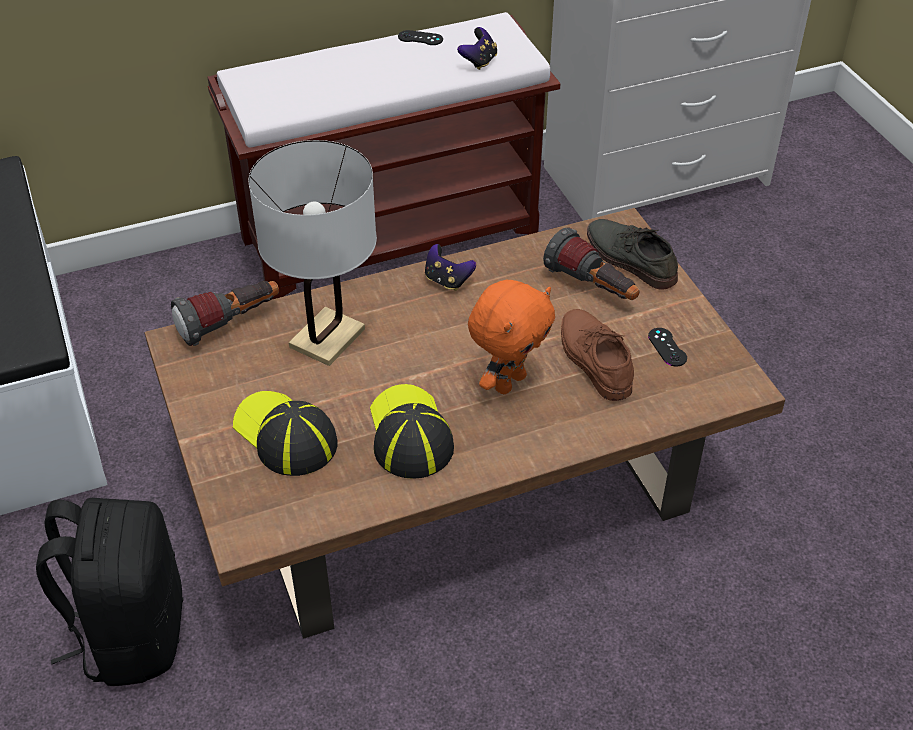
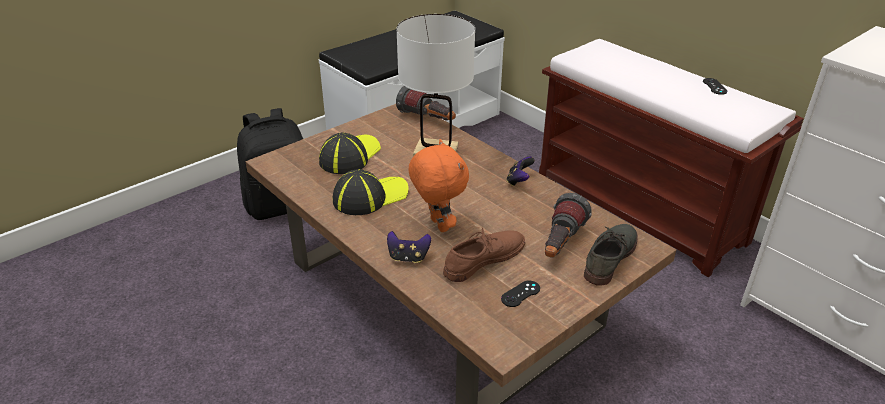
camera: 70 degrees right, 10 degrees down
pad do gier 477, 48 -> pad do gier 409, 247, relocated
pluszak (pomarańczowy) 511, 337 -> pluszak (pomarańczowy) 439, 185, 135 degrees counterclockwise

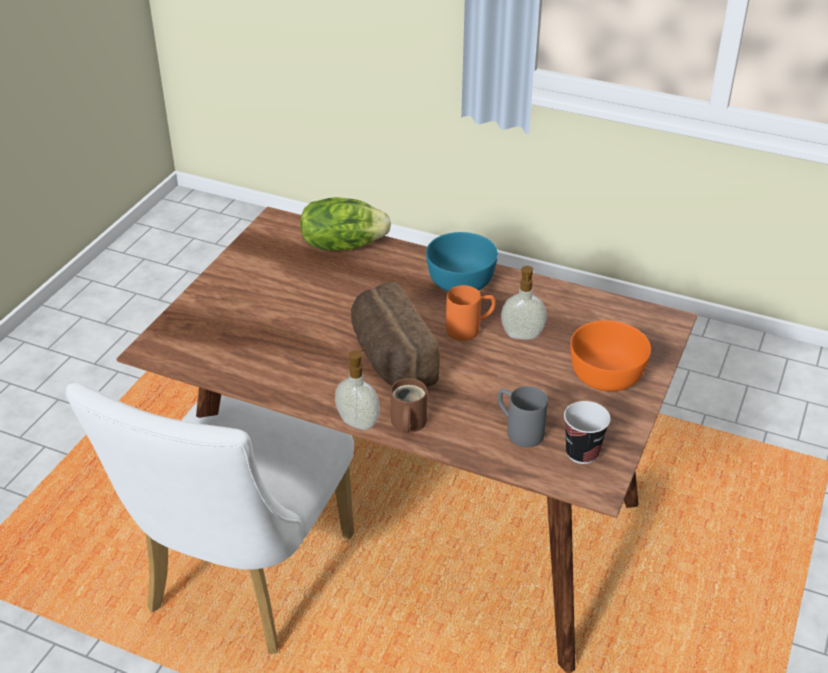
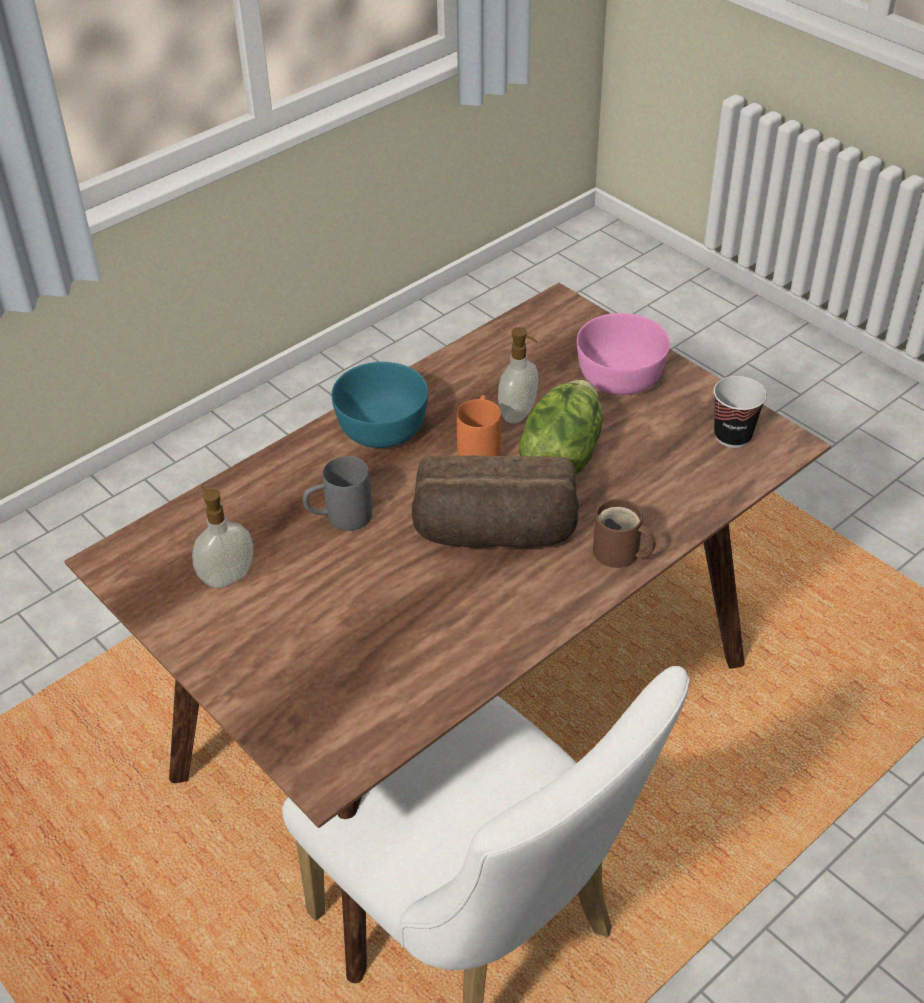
camera: 65 degrees left, 5 degrees up
sałata 345, 224 -> sałata 560, 427, relocated
miska (pomarańczowy) 610, 356 -> miska (różowy) 623, 354
dozownik mydła 357, 389 -> dozownik mydła 222, 536, relocated
kubek (szary) 523, 416 -> kubek (szary) 337, 493, relocated

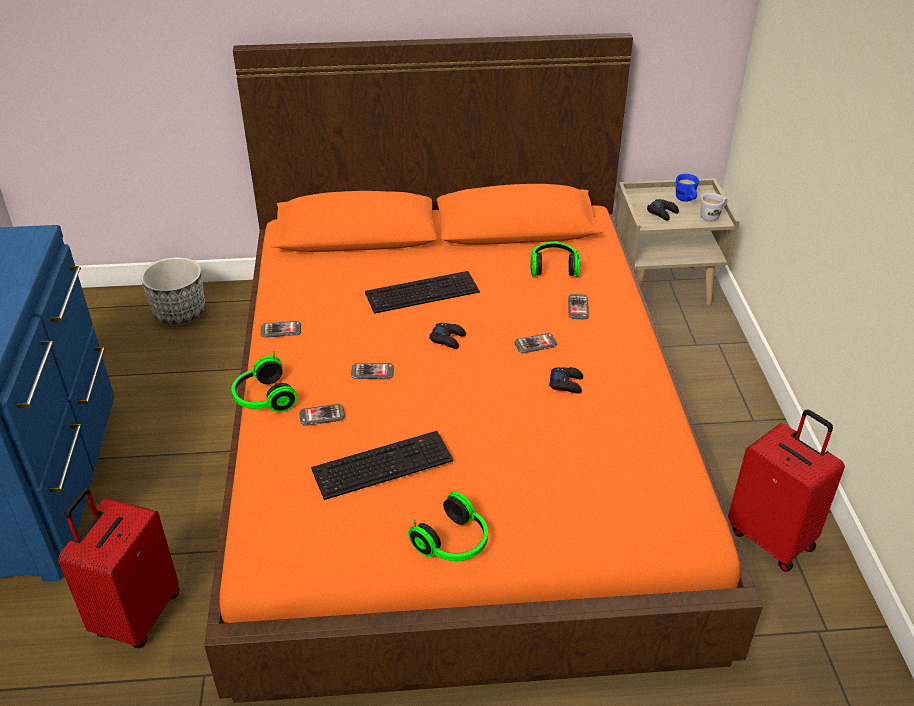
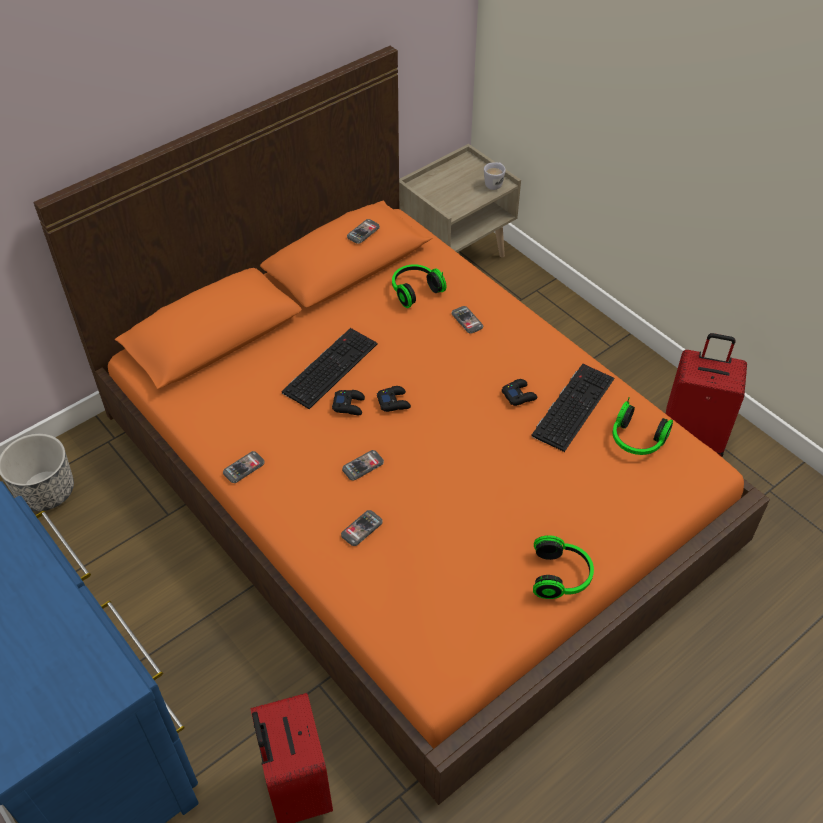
camera: 35 degrees left, 10 degrees up
kubek (niebieski) 687, 188 -> none
pad do gier (czarny) 663, 210 -> pad do gier (czarny) 348, 402, relocated
telefon 536, 343 -> telefon 363, 231, relocated
słuchawki 264, 381 -> słuchawki 643, 426, relocated
klawiatura 382, 465 -> klawiatura 572, 408, relocated

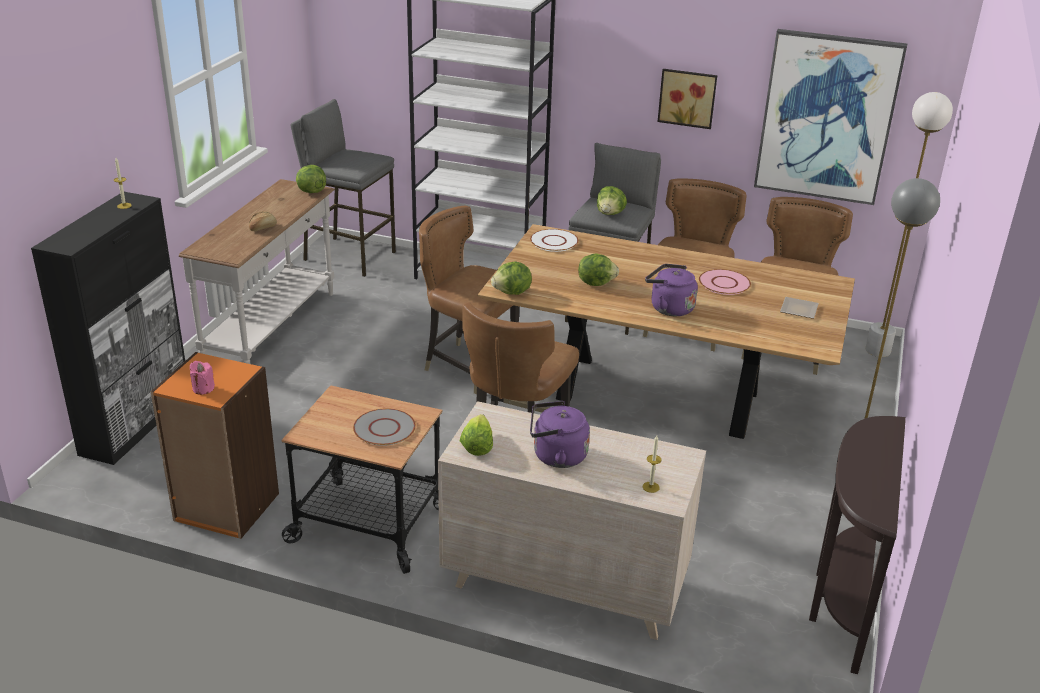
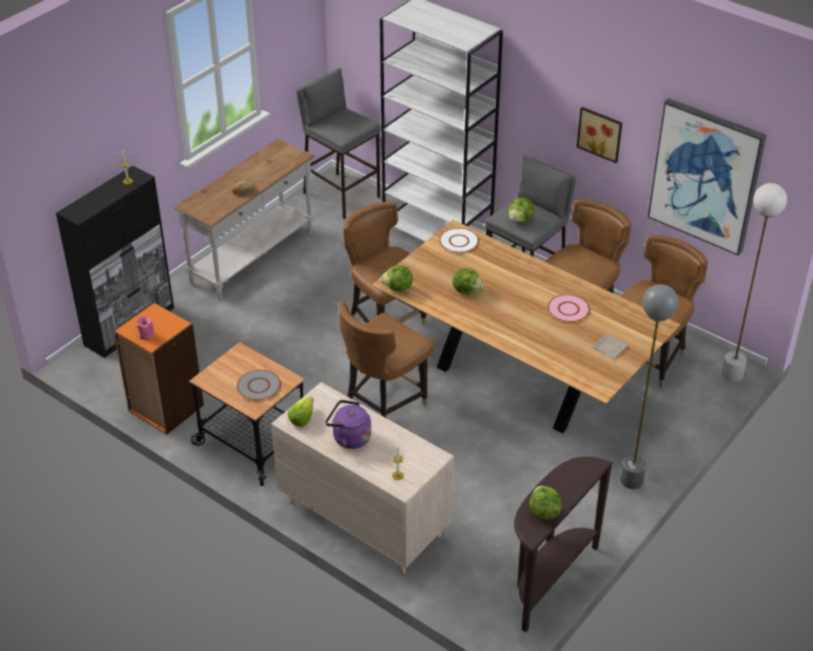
camera: 20 degrees right, 10 degrees up
sałata 311, 179 -> sałata 545, 503, relocated
czajnik (fioletowy) 671, 290 -> none

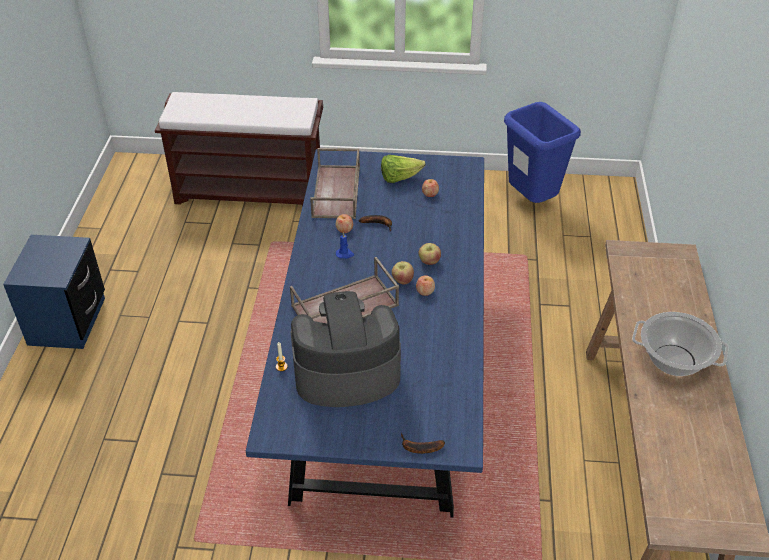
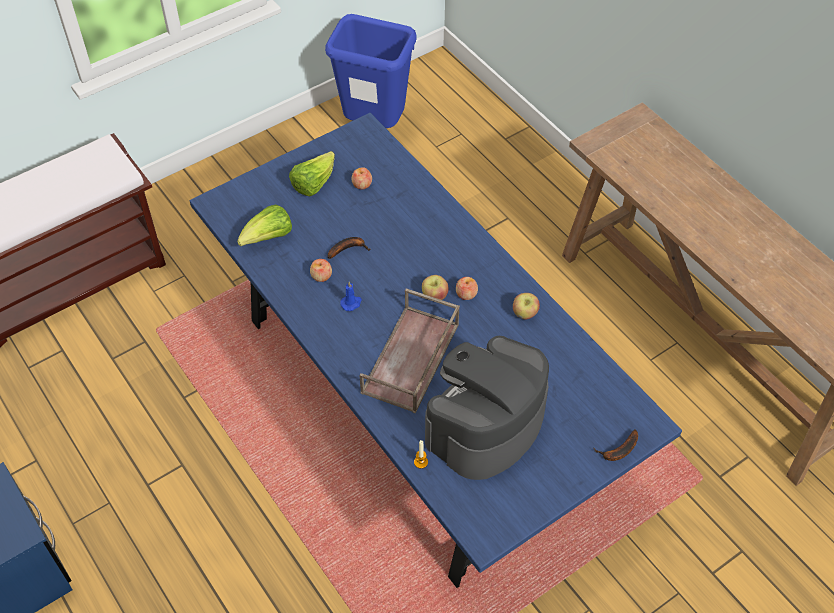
camera: 40 degrees left, 10 degrees up
taca (brązowy) 335, 183 -> sałata 264, 225
jabłko 429, 254 -> jabłko 526, 306, relocated
garnek 680, 344 -> none

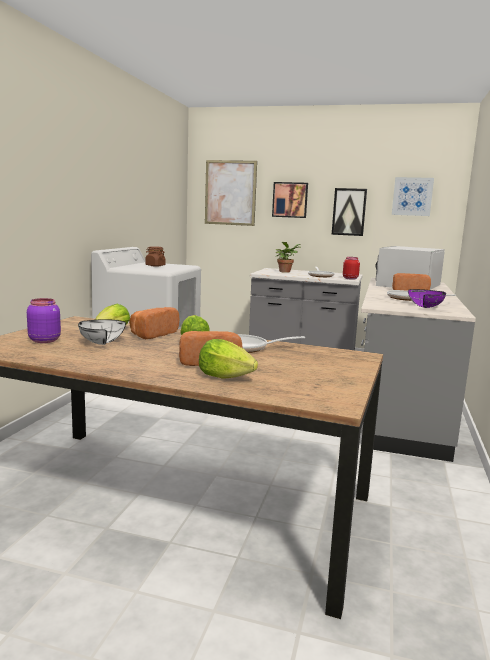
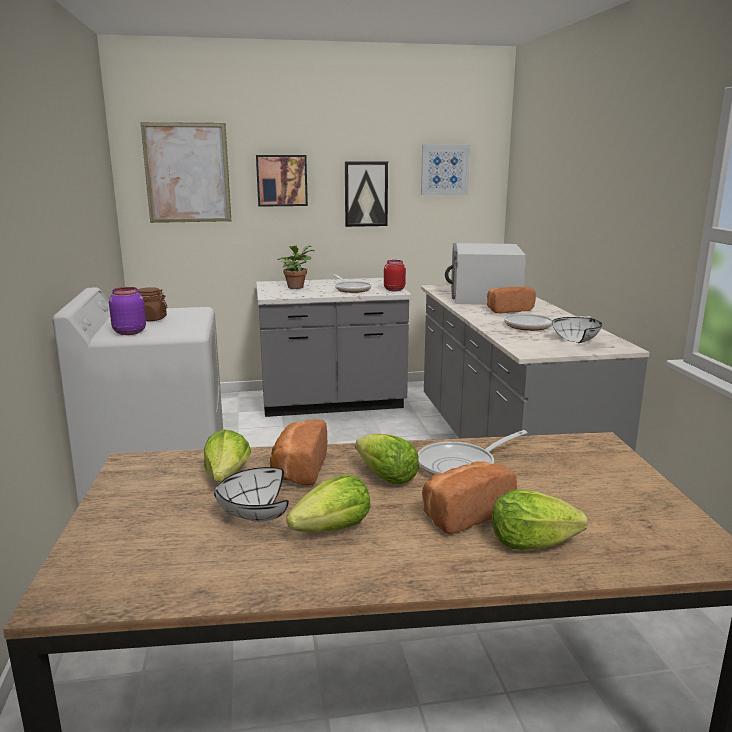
camera: 25 degrees left, 5 degrees up
miska (fioletowy) 427, 298 -> miska (biały) 577, 330
słoik (fioletowy) 44, 320 -> słoik (fioletowy) 127, 311, relocated
none -> sałata 328, 504

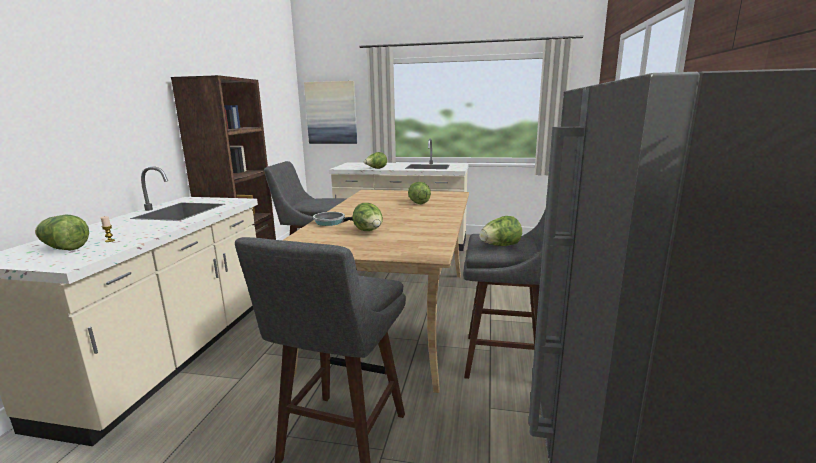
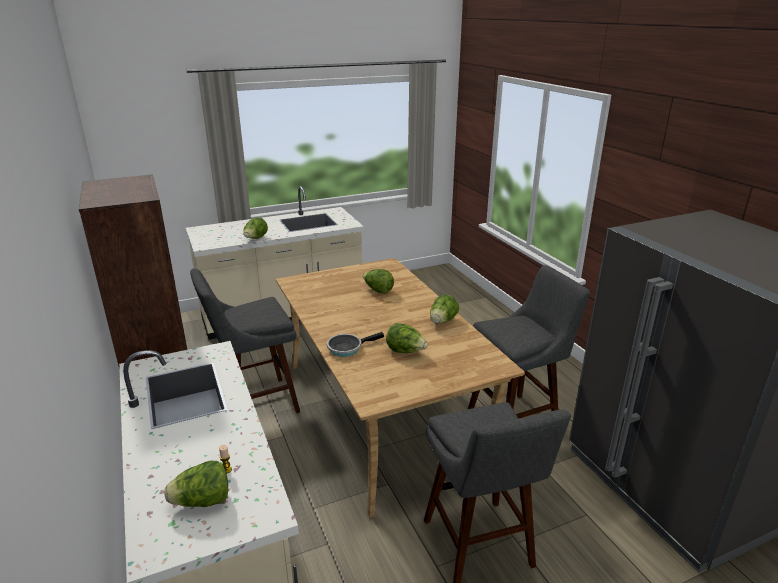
camera: 35 degrees left, 10 degrees up
obraz 330, 112 -> none
sałata 500, 231 -> sałata 444, 309, relocated

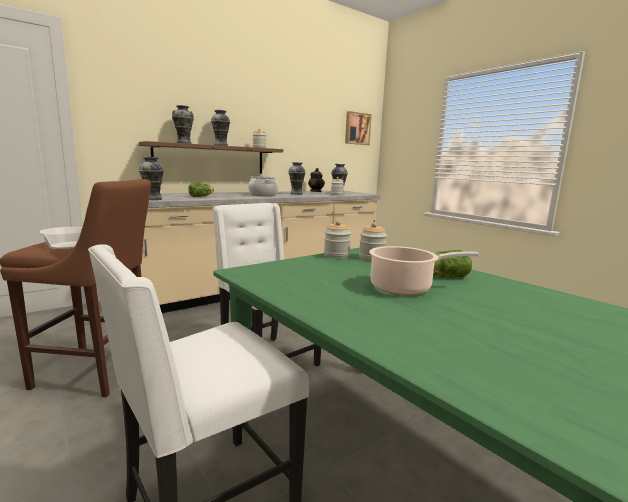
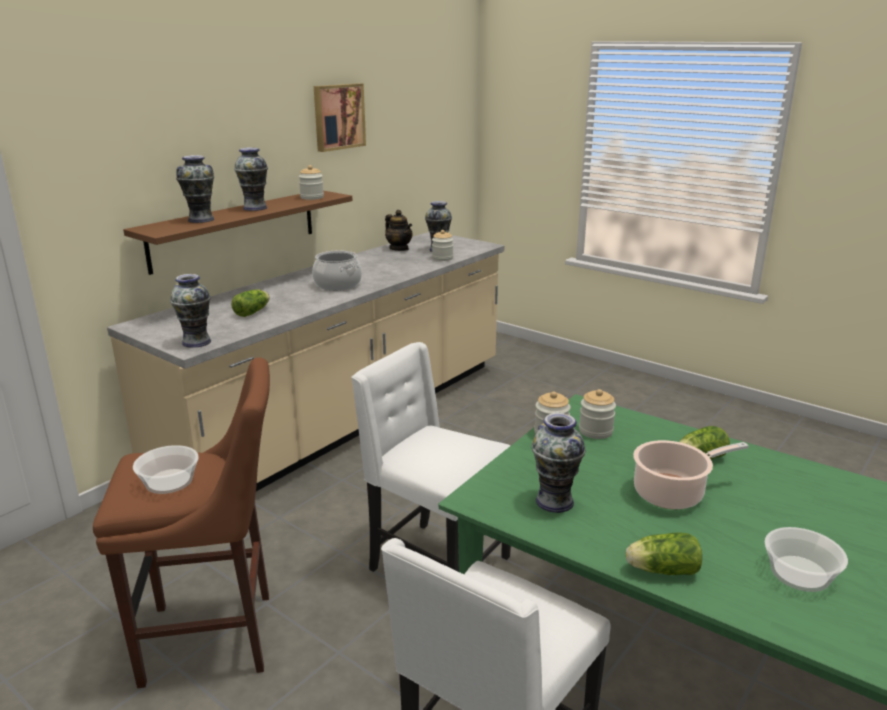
camera: 15 degrees left, 10 degrees up
obraz 358, 128 -> obraz 340, 117, relocated
wazon 297, 178 -> wazon 559, 463, relocated
none -> miska 806, 559
none -> sałata 664, 553

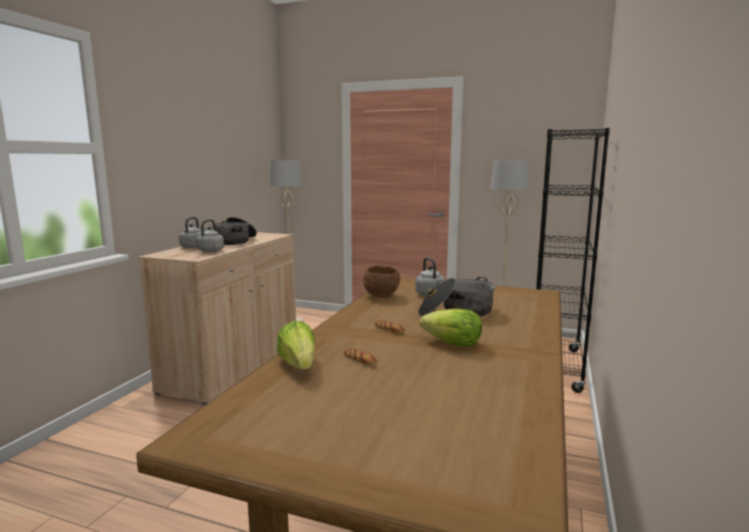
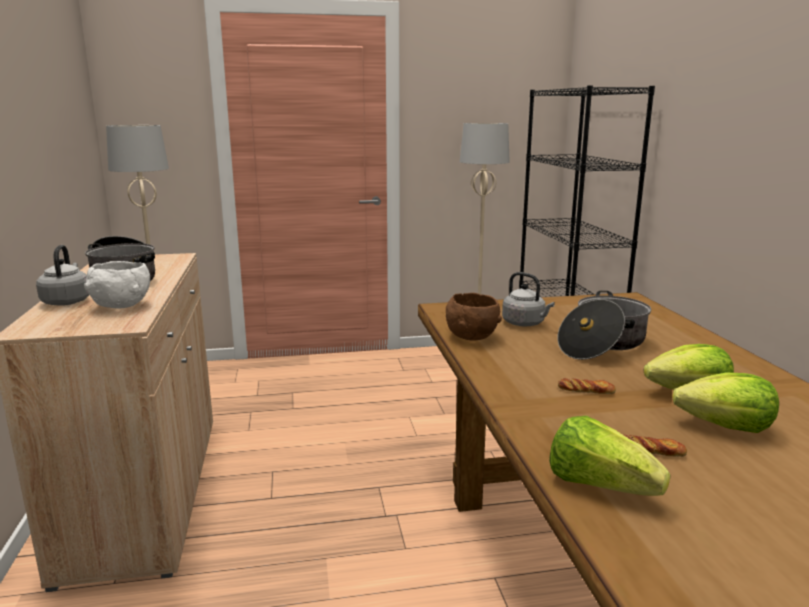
camera: 30 degrees left, 5 degrees up
czajnik (szary) 208, 235 -> miska (biały) 117, 285
none -> sałata 725, 403

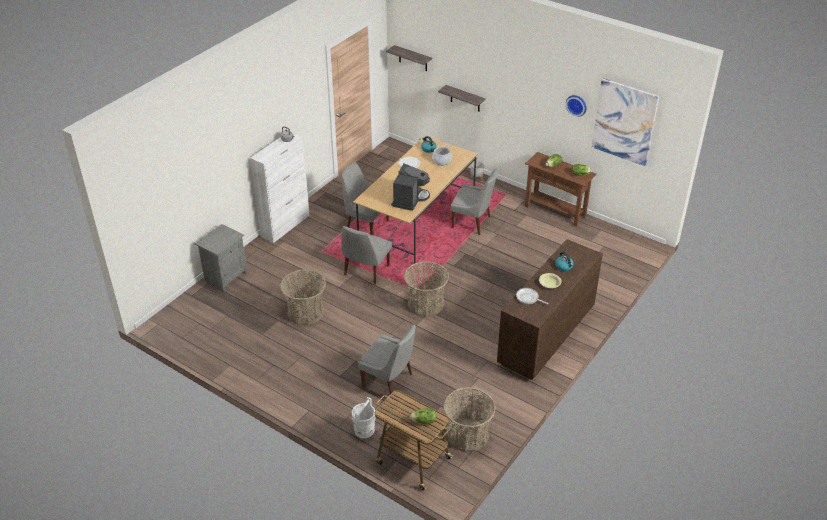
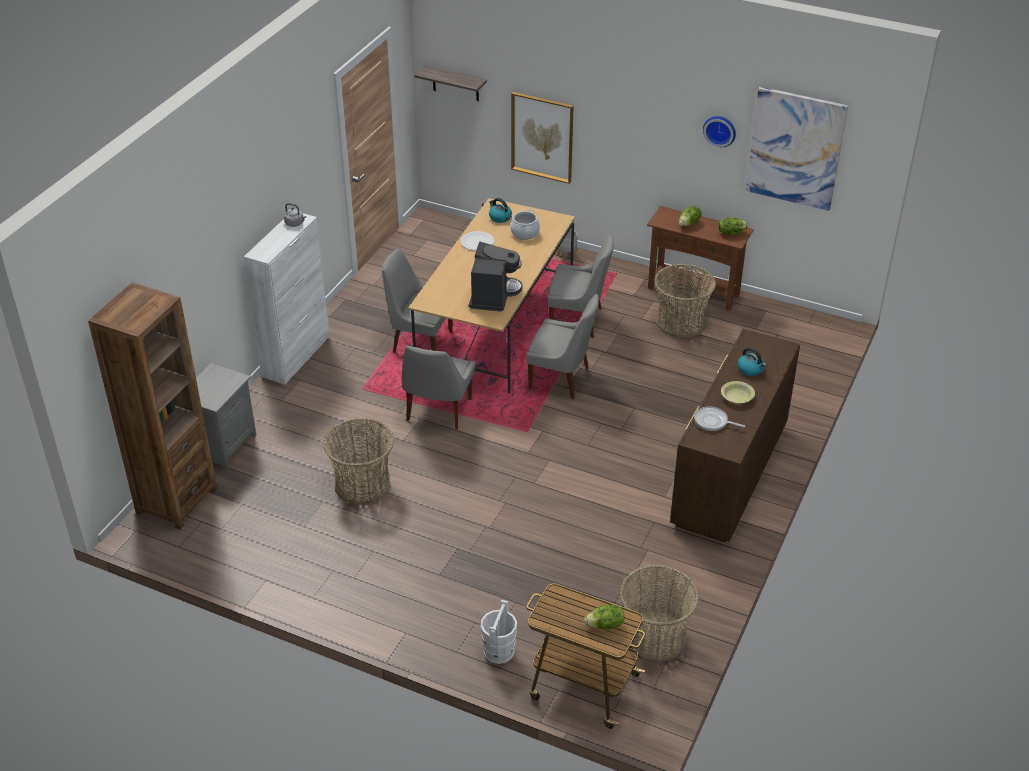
camera: 10 degrees left, 0 degrees up
półka 462, 98 -> obraz 542, 138
koszyk 426, 289 -> koszyk 685, 301, relocated
krzesło (szary) 387, 360 -> krzesło (szary) 562, 346, relocated
none -> regał (brązowy) 152, 406

